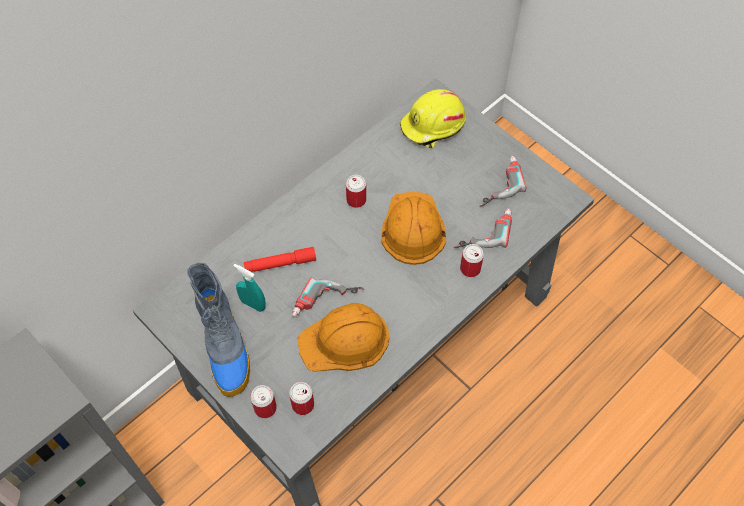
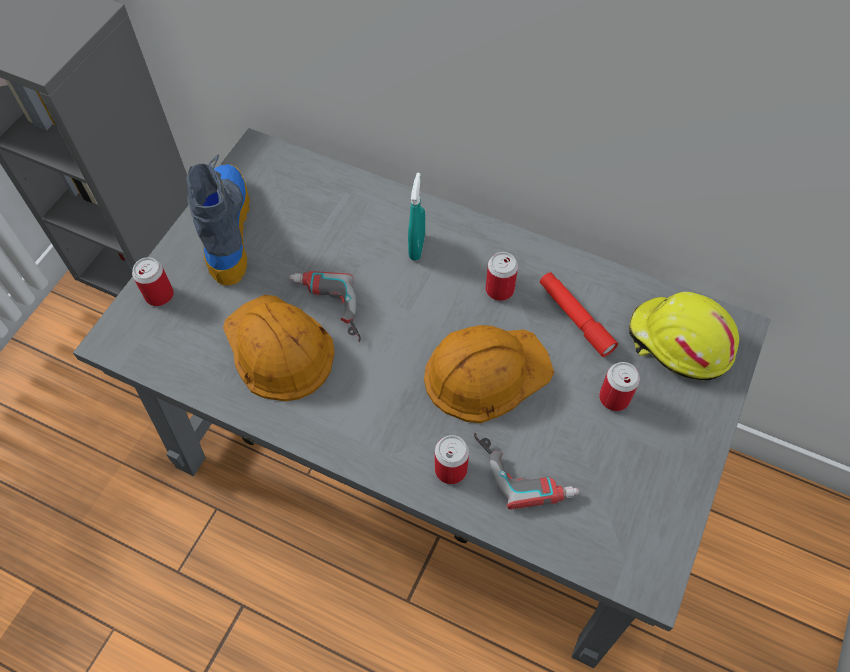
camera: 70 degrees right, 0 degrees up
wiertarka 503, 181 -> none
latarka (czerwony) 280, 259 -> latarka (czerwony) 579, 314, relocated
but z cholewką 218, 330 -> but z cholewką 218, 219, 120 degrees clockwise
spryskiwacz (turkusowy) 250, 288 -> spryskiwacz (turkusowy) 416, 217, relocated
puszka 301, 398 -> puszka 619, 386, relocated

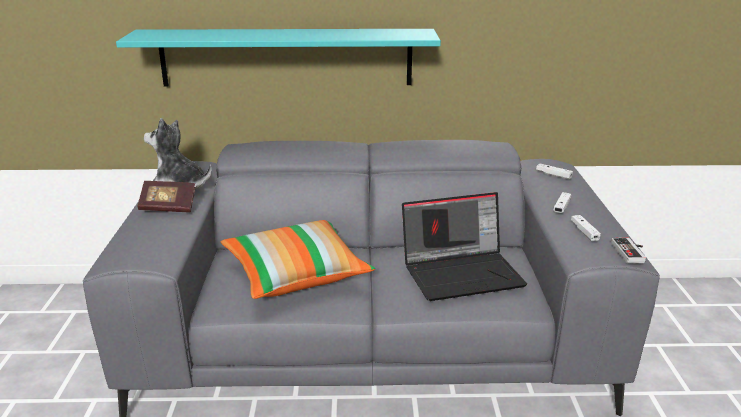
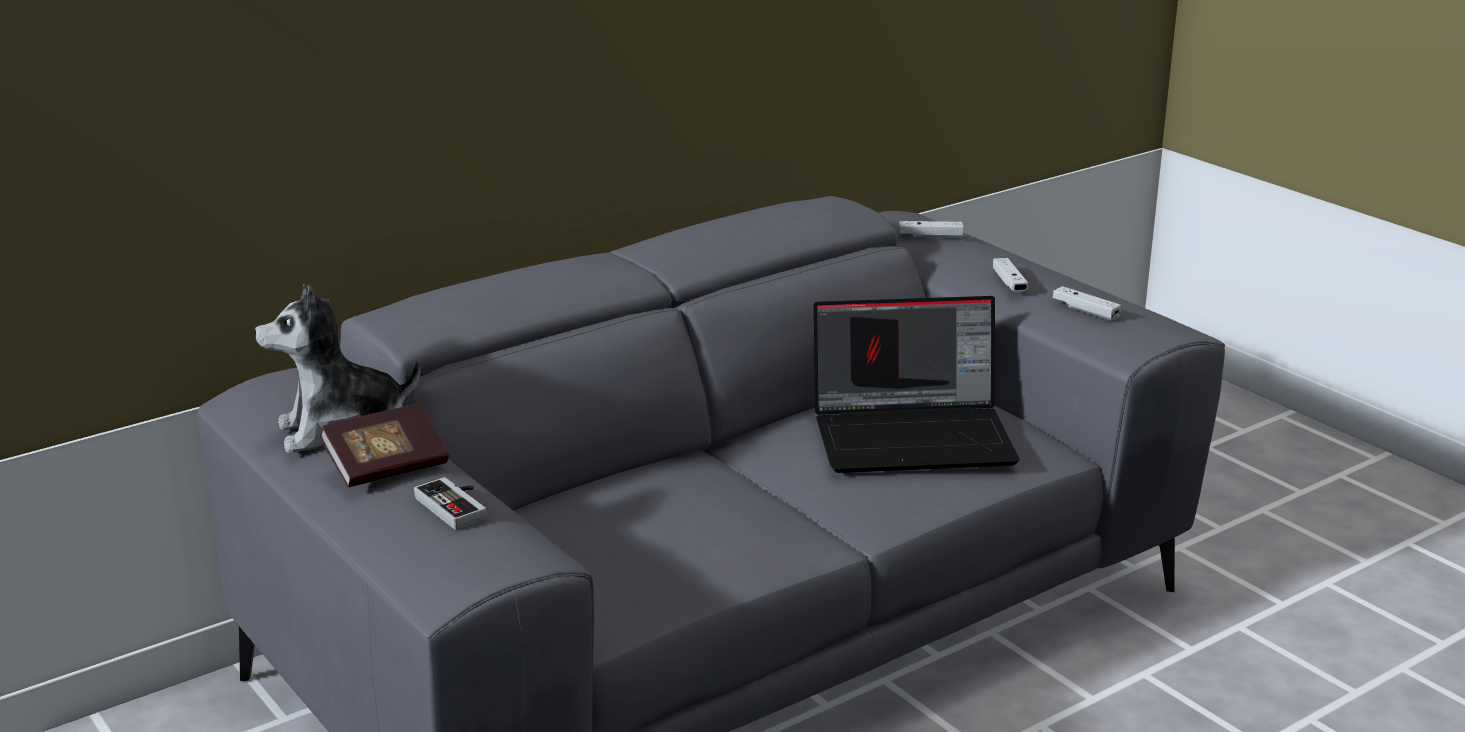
camera: 35 degrees left, 0 degrees up
półka (turkusowy) 278, 57 -> none
laptop 464, 246 -> laptop 916, 384, 45 degrees clockwise
poduszka 297, 259 -> none
pad do gier 628, 251 -> pad do gier 450, 503, relocated

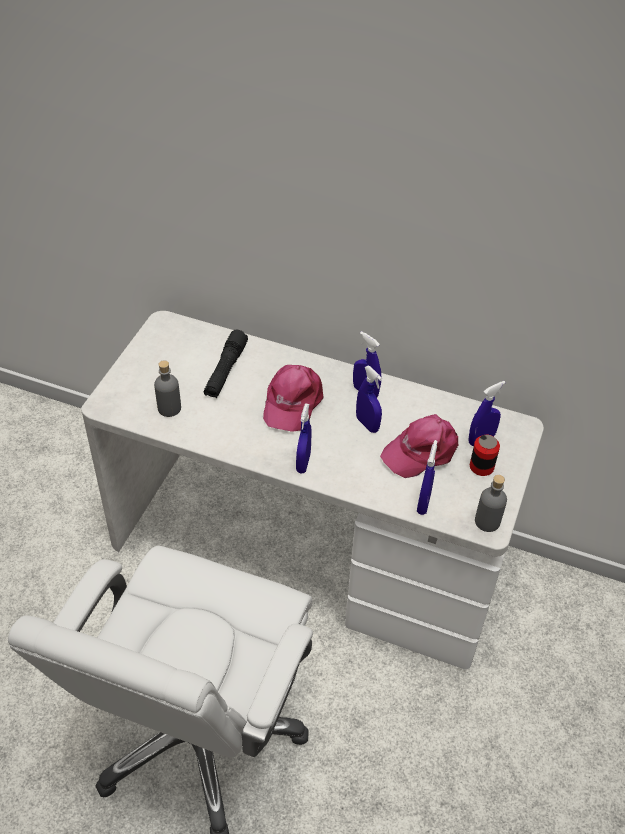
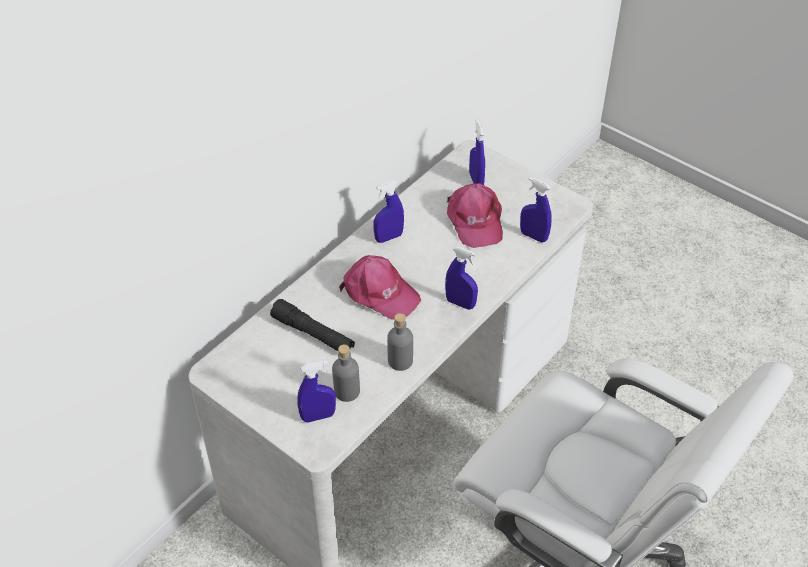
camera: 70 degrees left, 0 degrees up
spryskiwacz (niebieski) 369, 399 -> spryskiwacz (niebieski) 316, 391, relocated
puszka 485, 455 -> none
butelka (szary) 491, 503 -> butelka (szary) 400, 342, relocated

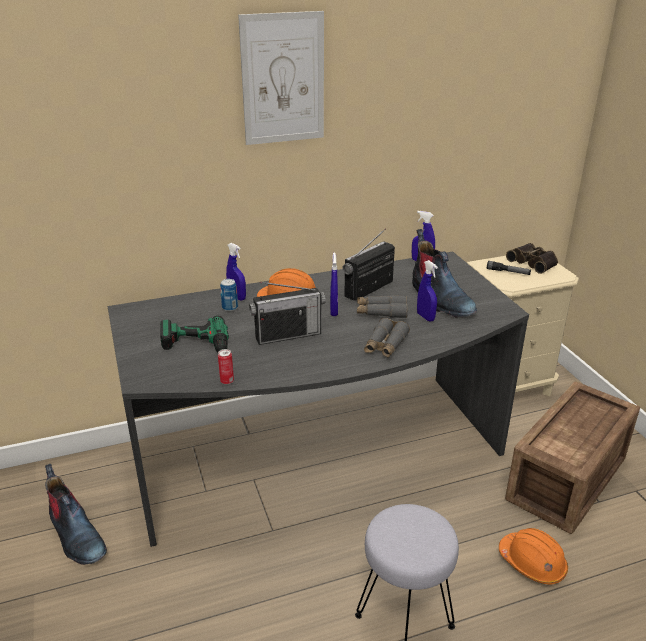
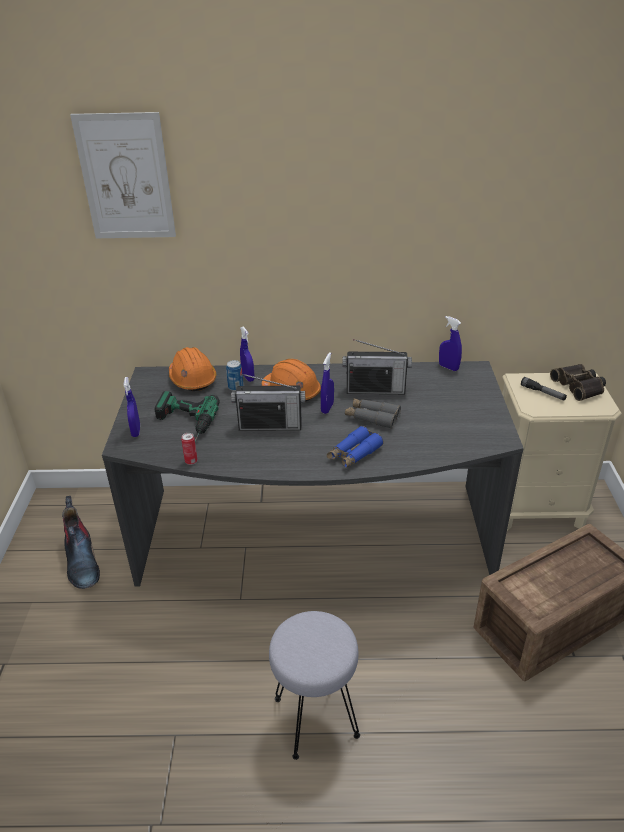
camera: 20 degrees right, 5 degrees up
obraz 281, 78 -> obraz 123, 175, relocated
radio 369, 264 -> radio 377, 366, 150 degrees counterclockwise
but z cholewką 444, 273 -> none
spryskiwacz (niebieski) 427, 291 -> spryskiwacz (niebieski) 131, 407, relocated
lornetka (szary) 387, 338 -> lornetka (niebieski) 355, 447
kask (pomarańczowy) 533, 556 -> kask (pomarańczowy) 192, 369, relocated

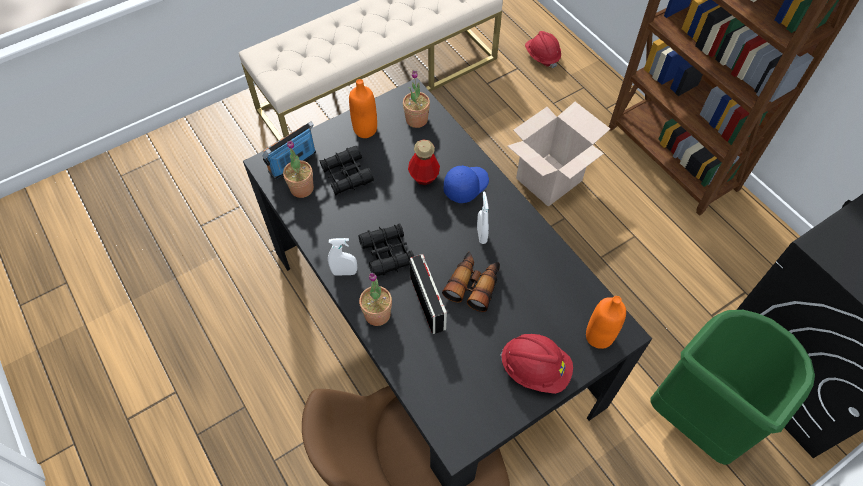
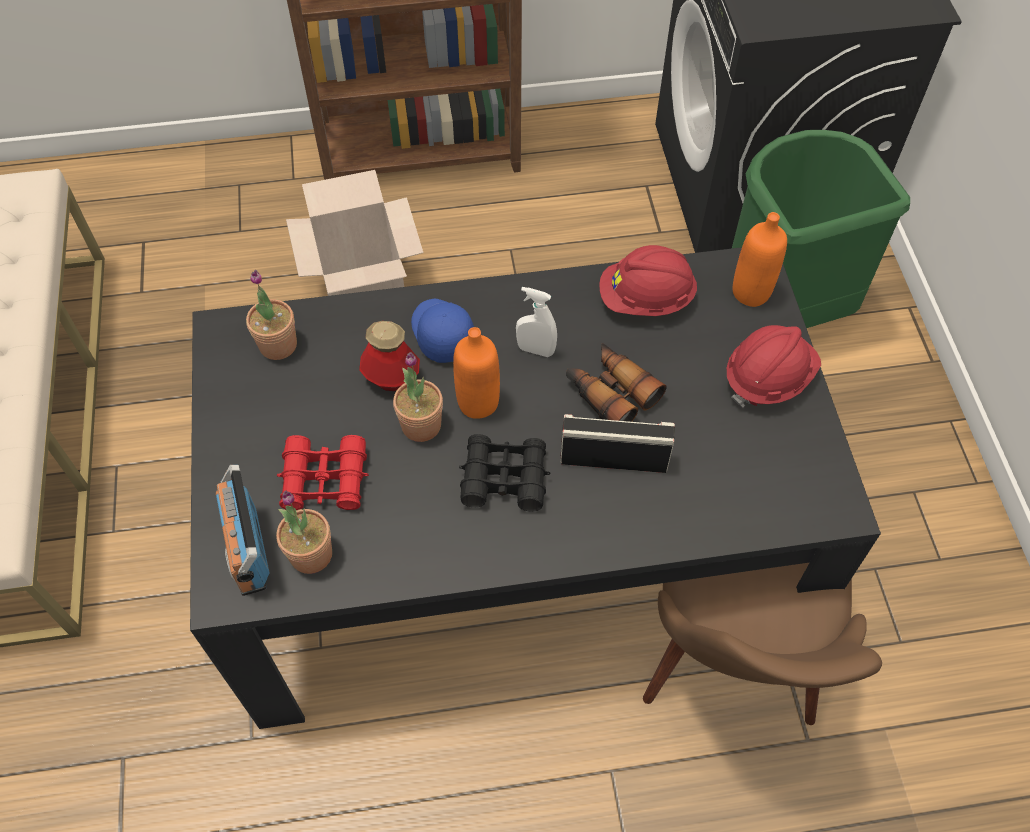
camera: 65 degrees left, 0 degrees up
kask (czerwony) 543, 49 -> kask (czerwony) 648, 280, relocated
butelka (pomarańczowy) 363, 108 -> butelka (pomarańczowy) 476, 373, relocated
lornetka (czarny) 347, 170 -> lornetka (czerwony) 323, 472
spryskiwacz (biały) 342, 257 -> none
roślina doniczkowa 375, 299 -> roślina doniczkowa 418, 397, relocated

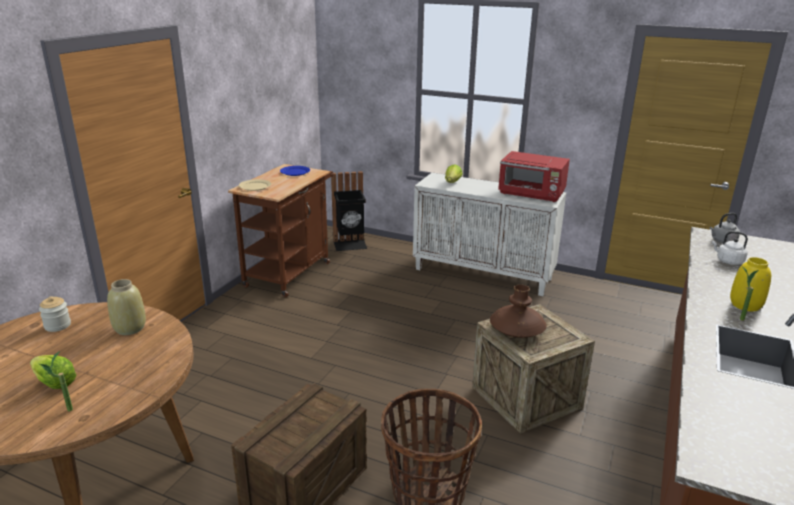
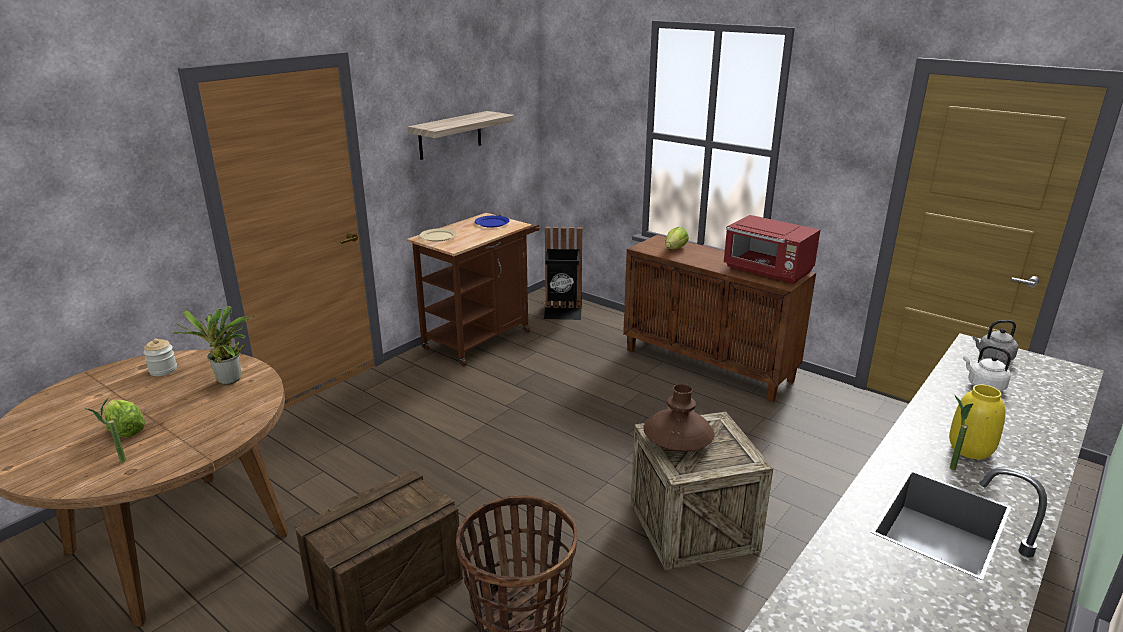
camera: 15 degrees right, 0 degrees up
szafka (biały) 489, 234 -> szafka (brązowy) 719, 318
wazon (beżowy) 126, 307 -> roślina doniczkowa 213, 345
none -> półka 460, 135

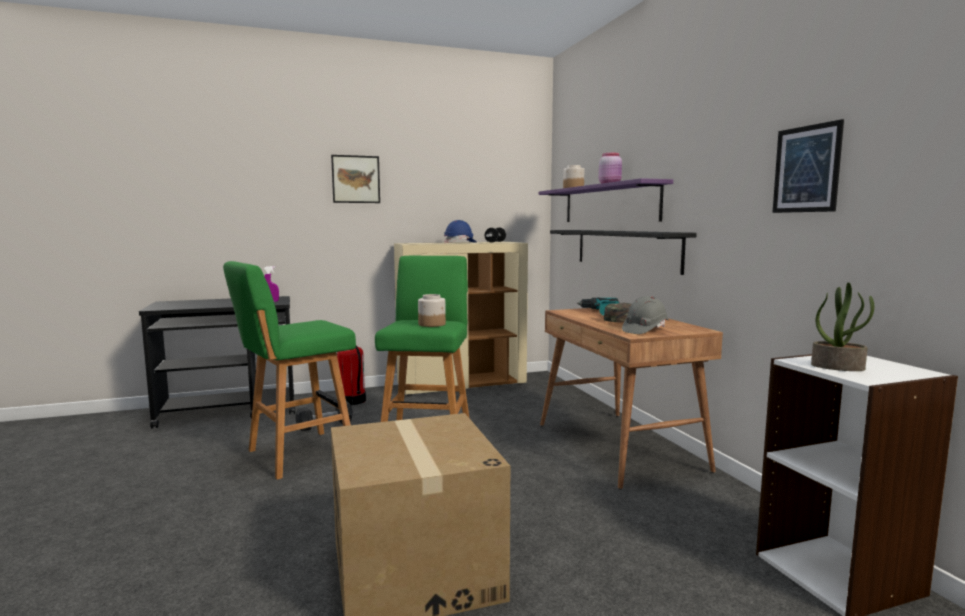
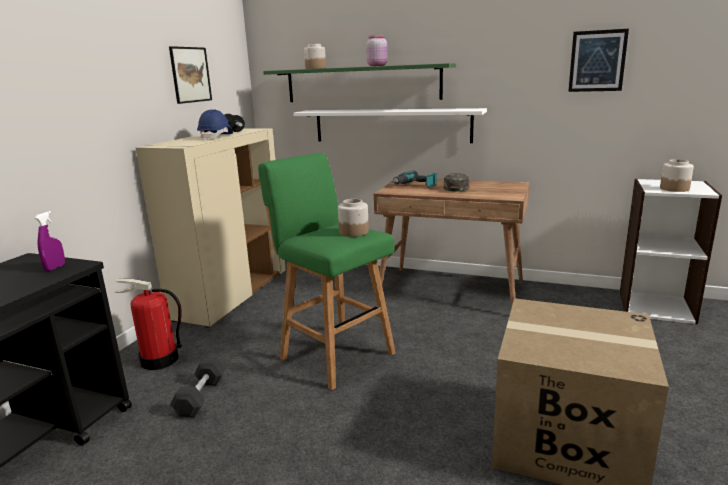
camera: 50 degrees left, 10 degrees up
obraz 355, 179 -> obraz 190, 75, relocated
półka (fioletowy) 606, 200 -> półka (zielony) 359, 82
półka (czarny) 623, 252 -> półka (biały) 390, 125
stołek (zielony) 289, 370 -> none
roślina doniczkowa 842, 326 -> słoik 677, 175
kask (szary) 645, 315 -> none

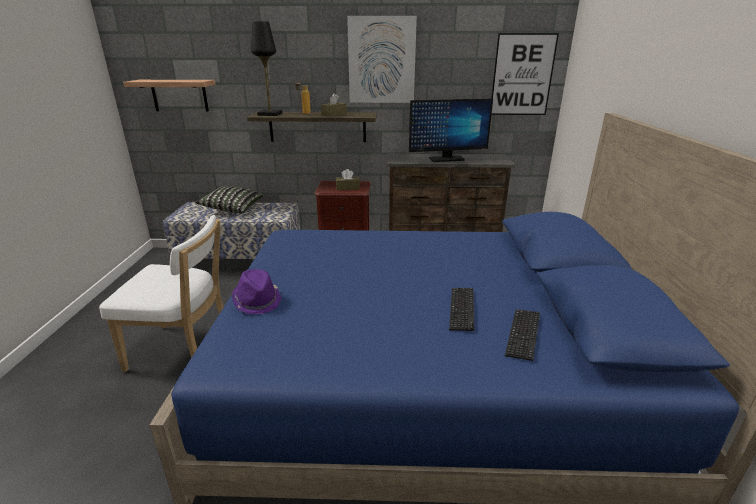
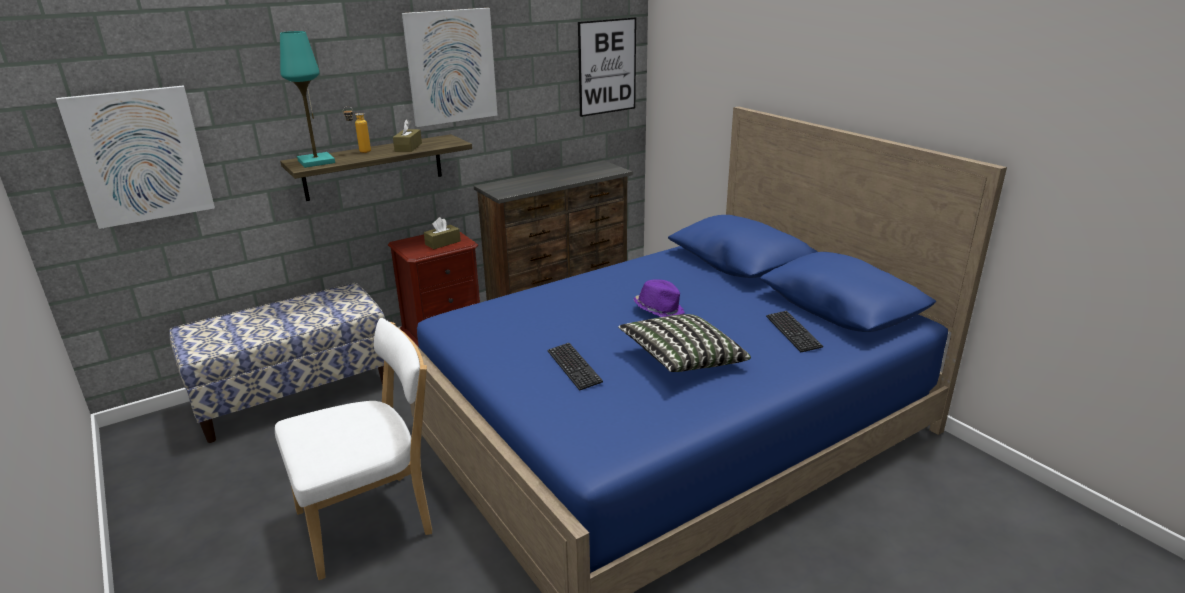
camera: 35 degrees left, 0 degrees up
lampa stołowa (czarny) 267, 68 -> lampa stołowa (turkusowy) 307, 99
półka 169, 95 -> obraz 135, 157
monitor 451, 130 -> none
poduszka 229, 199 -> poduszka 684, 343, relocated
kapelusz (fioletowy) 257, 291 -> kapelusz (fioletowy) 659, 298, relocated
klawiatura 461, 309 -> klawiatura 575, 367, relocated

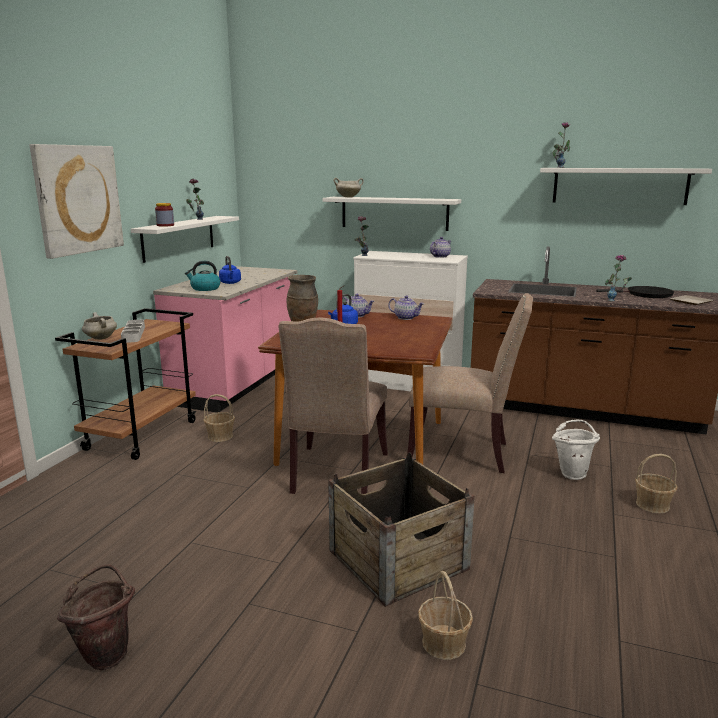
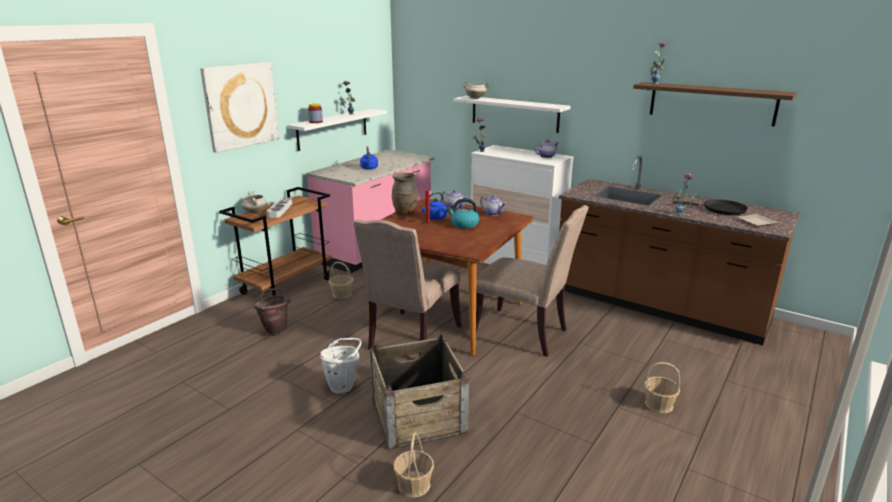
camera: 15 degrees right, 5 degrees up
półka (biały) 626, 186 -> półka (brązowy) 715, 104
czajnik 203, 276 -> czajnik 462, 213, relocated
wiadro (biały) 576, 449 -> wiadro (biały) 340, 366, relocated
wiadro (brązowy) 96, 617 -> wiadro (brązowy) 272, 312, relocated

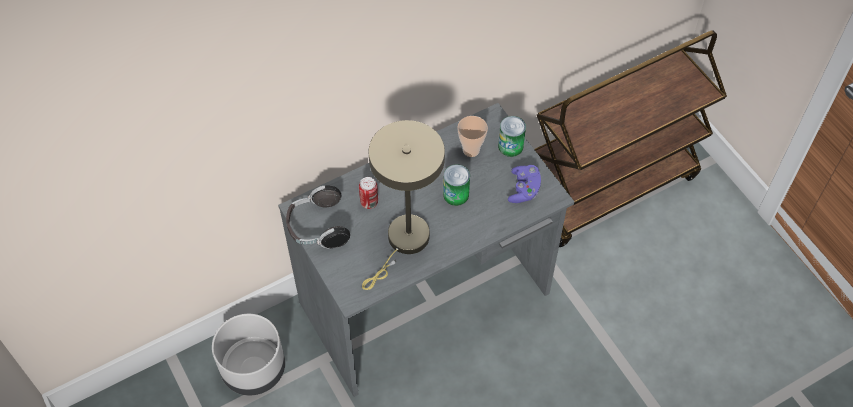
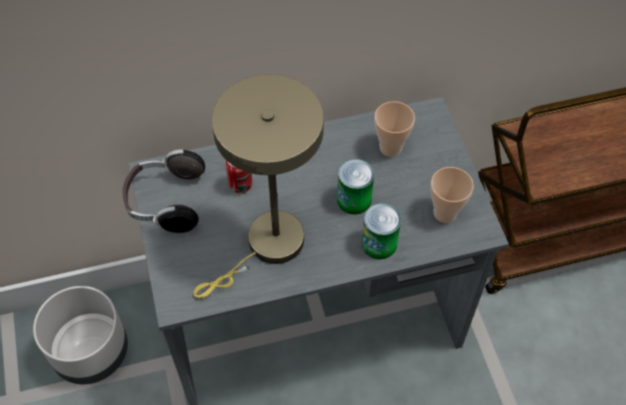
camera: 15 degrees right, 0 degrees up
puszka 512, 136 -> puszka 381, 231, relocated
pad do gier (fioletowy) 524, 184 -> filiżanka 452, 195

